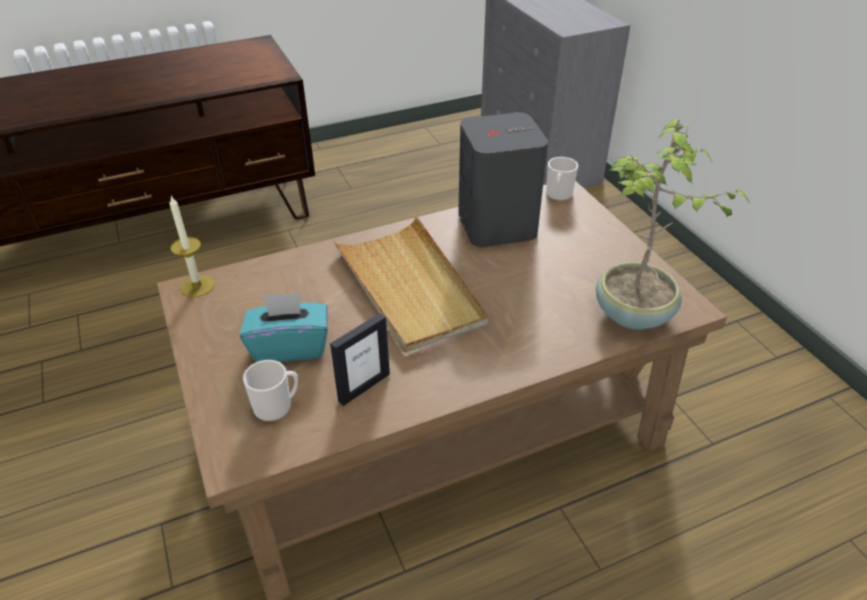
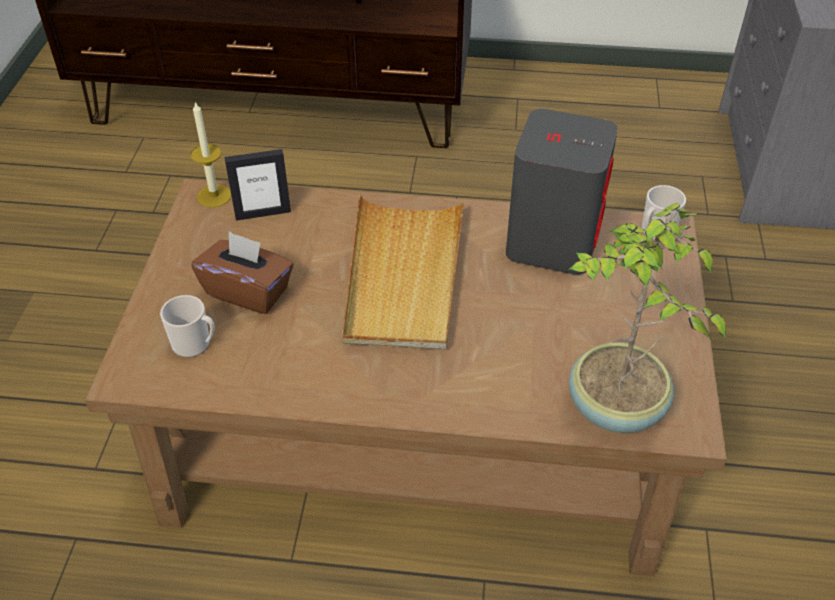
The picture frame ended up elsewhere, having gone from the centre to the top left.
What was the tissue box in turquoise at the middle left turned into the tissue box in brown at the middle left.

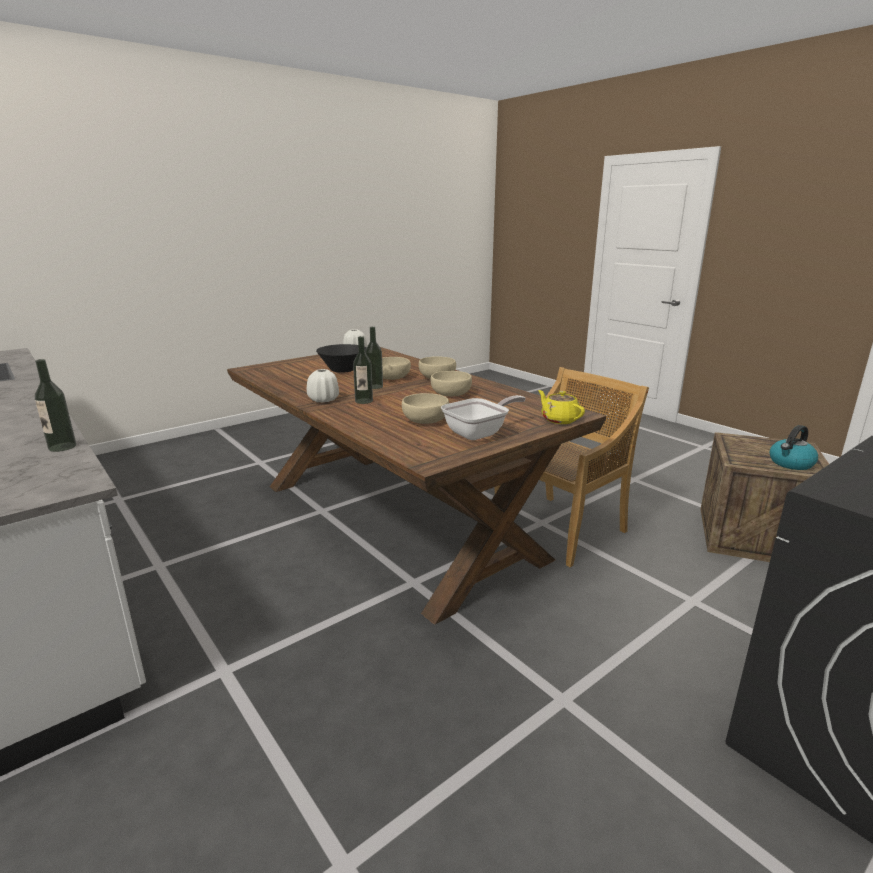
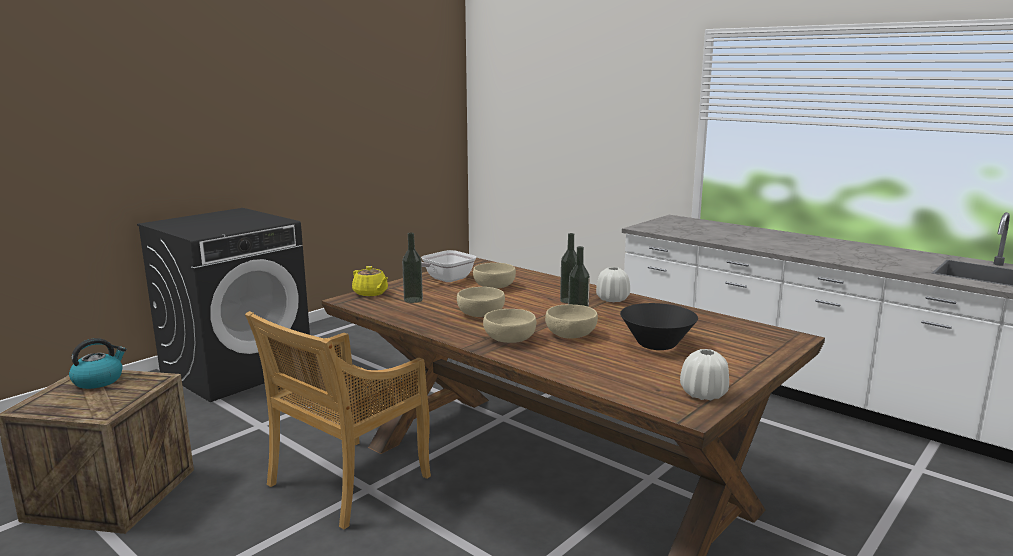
The bottle (no. 1 from left) ended up elsewhere, having gone from the middle left to the centre.

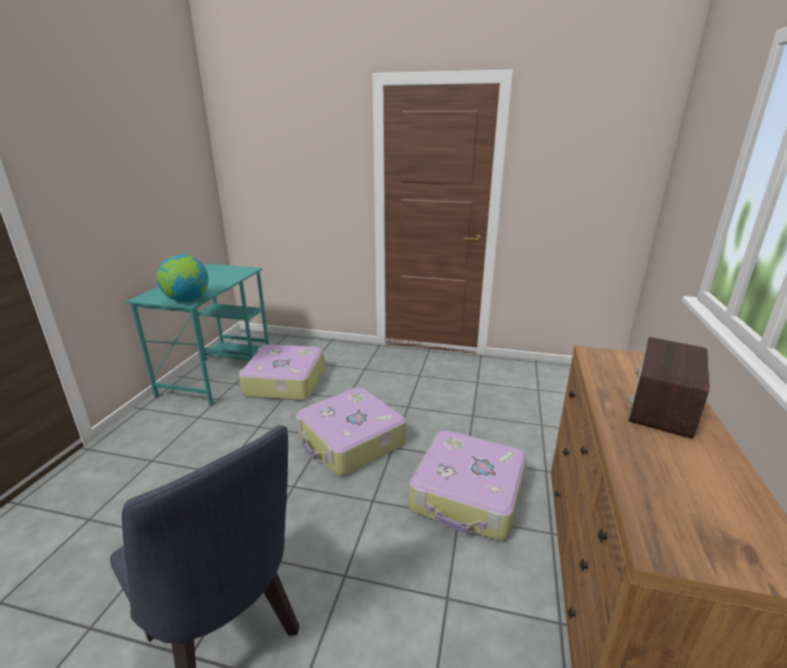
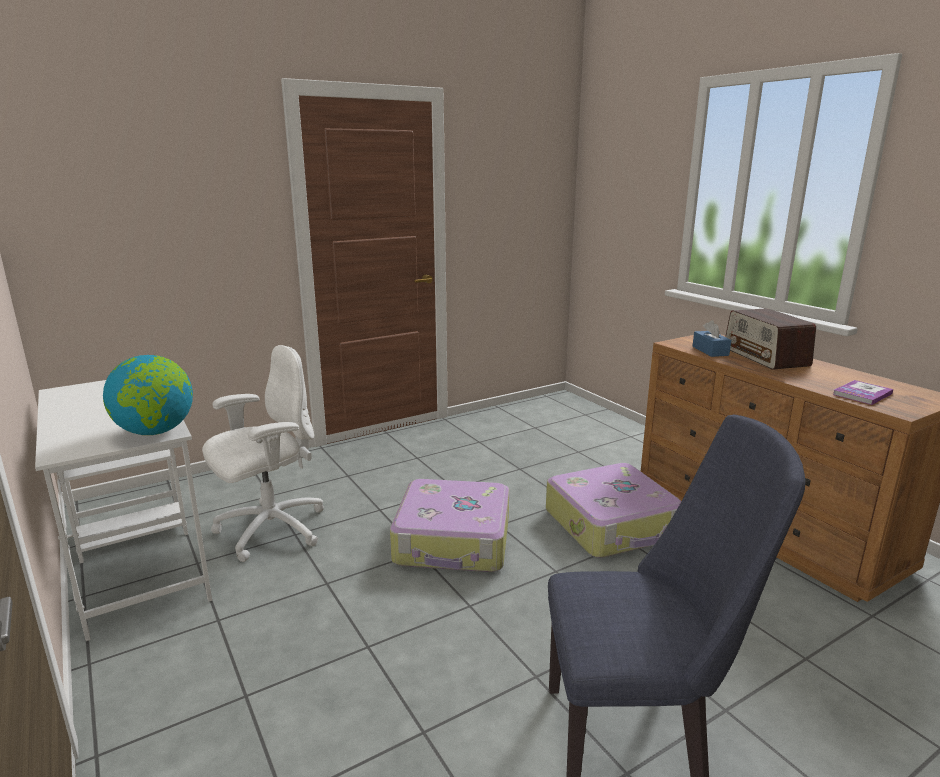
The second view gained the tissue box in blue at the middle right.
The second view gained the book at the middle right.
Where the suitcase (no. 1 from left) stood at the centre, the office chair in white came to stand at the middle left.
What was the desk in turquoise at the middle left turned into the desk in white at the middle left.

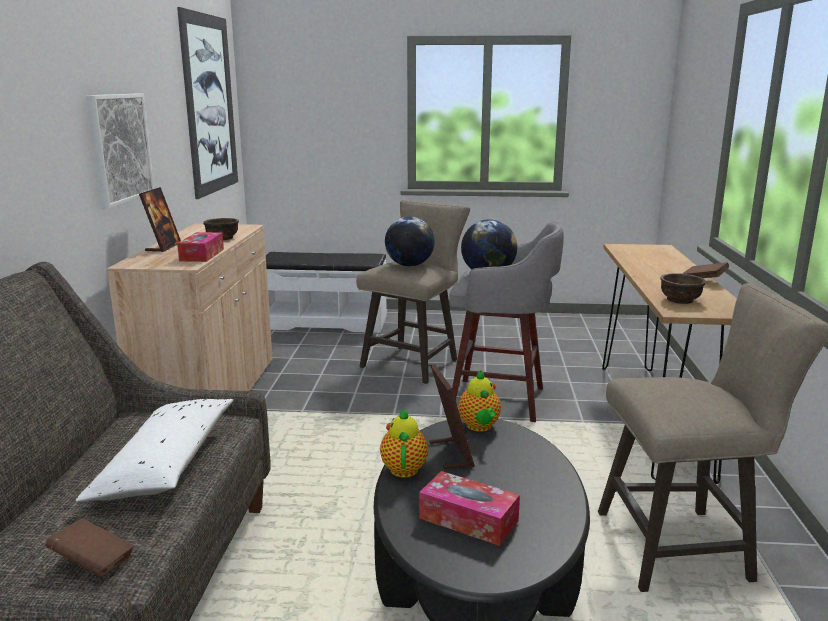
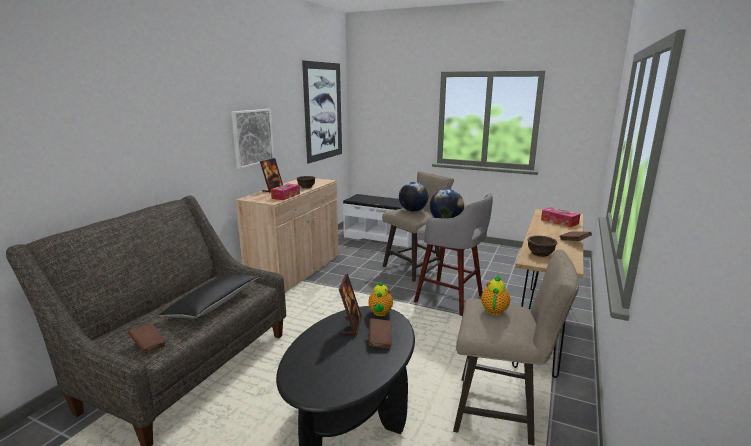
The second view gained the book in brown (no. 2 from left) at the bottom centre.
The teapot (no. 1 from left in the first image) ended up elsewhere, having gone from the bottom centre to the centre.
The tissue box (no. 2 from left) ended up elsewhere, having gone from the bottom centre to the middle right.
What was the pillow in white at the bottom left turned into the pillow in black at the middle left.

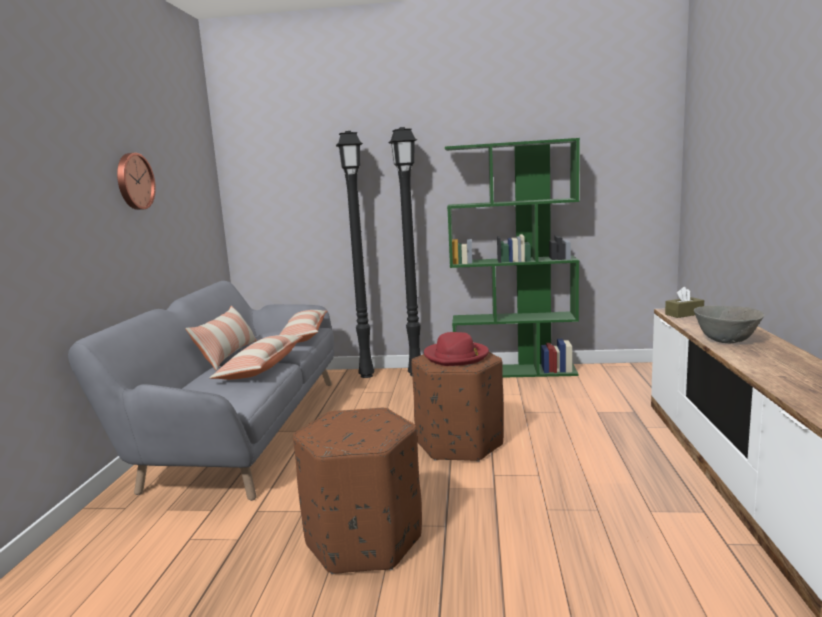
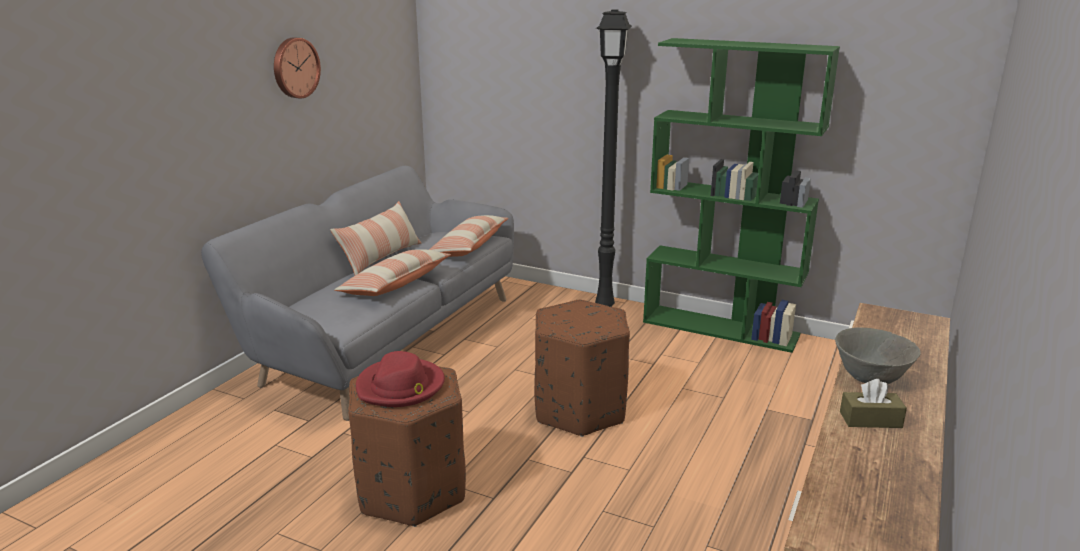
The second view lost the floor lamp in black (no. 1 from left) at the centre.
The hat in red ended up elsewhere, having gone from the centre to the bottom centre.
The tissue box in brown ended up elsewhere, having gone from the middle right to the bottom right.

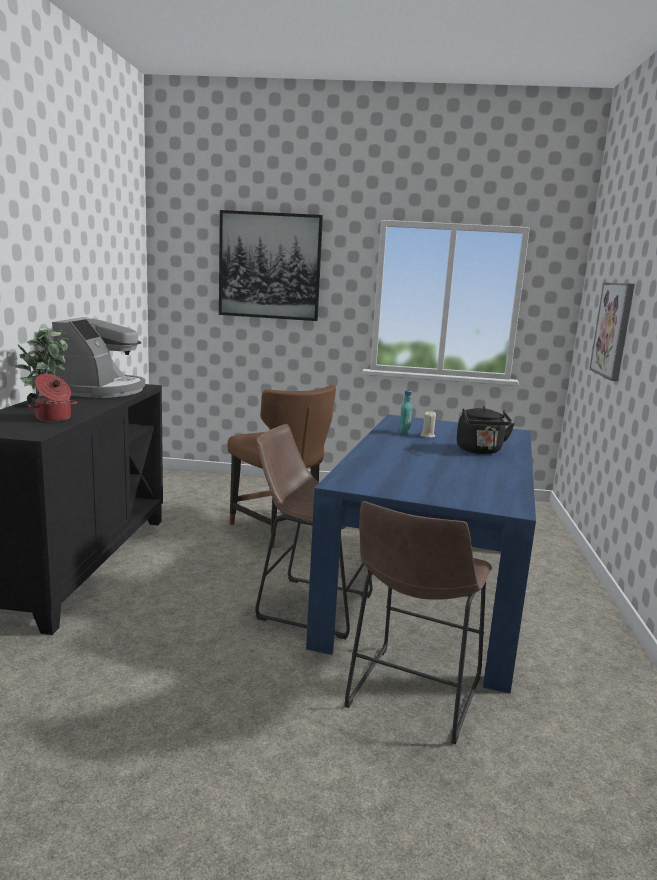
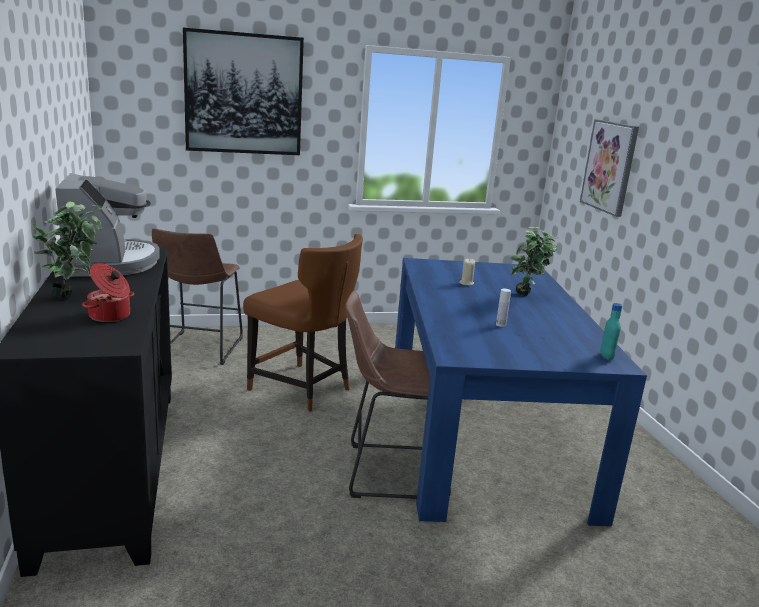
The second view gained the bottle in white at the centre.
The stool in brown (no. 2 from left in the first image) ended up elsewhere, having gone from the bottom centre to the middle left.
The bottle in turquoise ended up elsewhere, having gone from the centre to the middle right.
Where the kettle in black stood at the middle right, the potted plant (no. 2 from left) came to stand at the middle right.

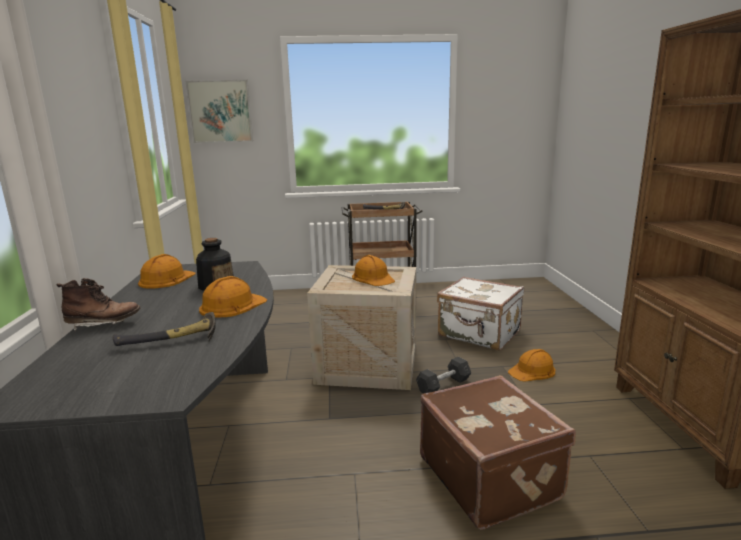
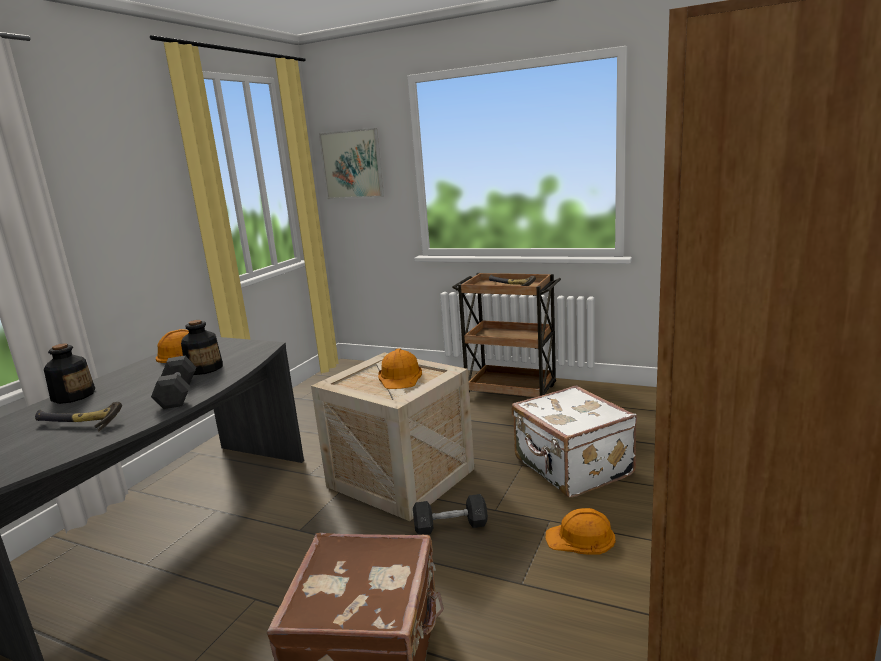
Where the boot in brown stood at the middle left, the bottle (no. 1 from left) came to stand at the middle left.
Where the hard hat in orange (no. 2 from left) stood at the middle left, the dumbbell in grey (no. 1 from left) came to stand at the middle left.

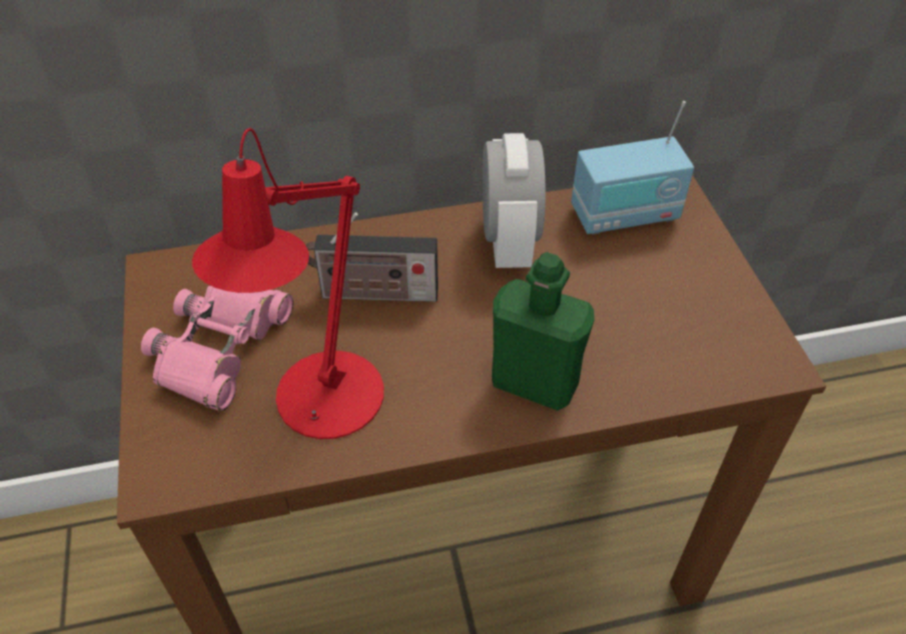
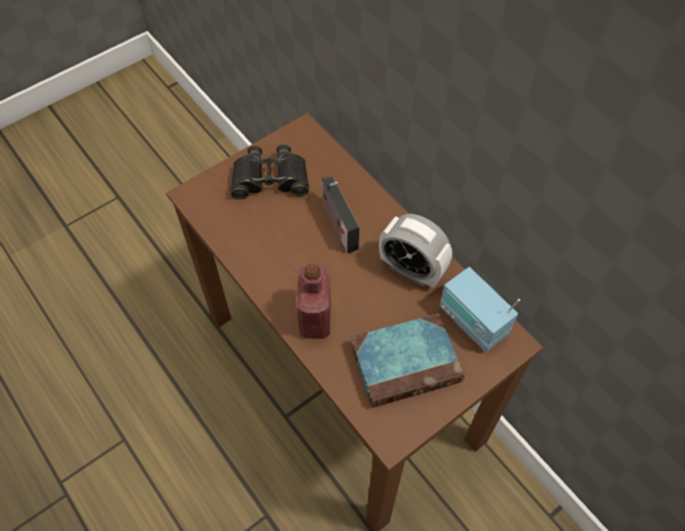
The second view lost the table lamp in red at the middle left.
The second view gained the book at the bottom centre.
What was the binoculars in pink at the middle left turned into the binoculars in black at the top centre.
What was the bottle in green at the centre turned into the bottle in red at the centre.
The alarm clock at the top centre ended up facing another way, 60 degrees clockwise from before.

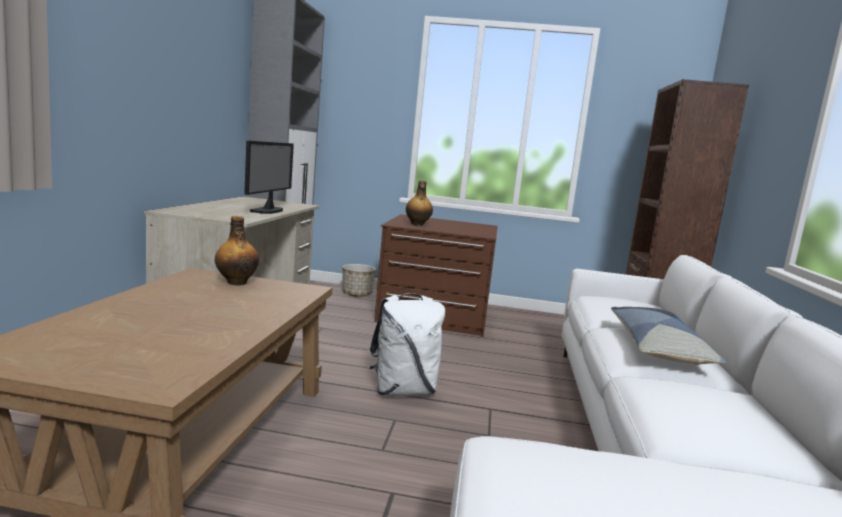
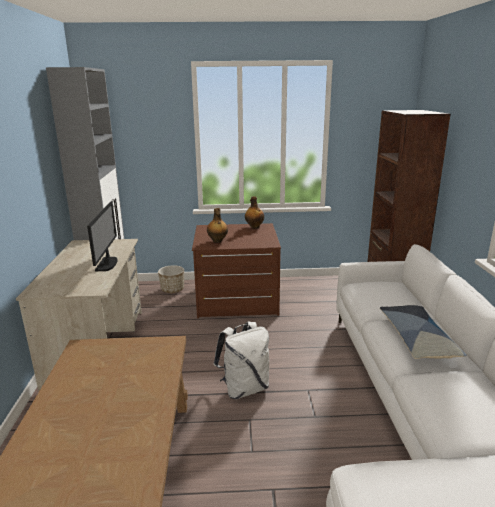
The bottle (no. 1 from left in the first image) ended up elsewhere, having gone from the middle left to the centre.

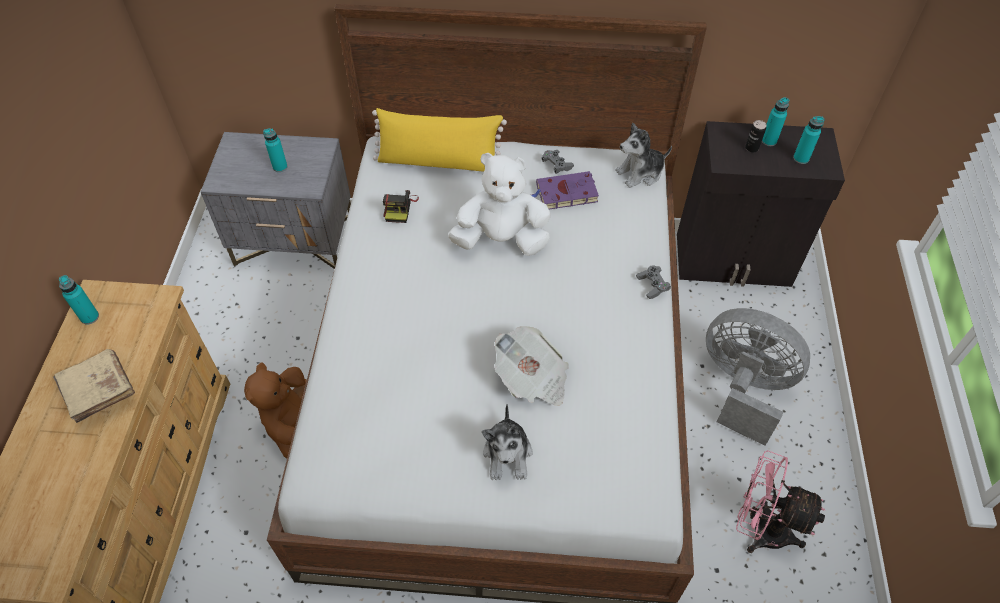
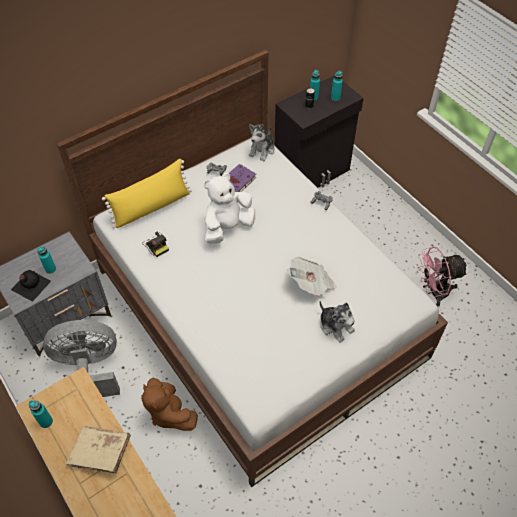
The second view gained the bottle in black at the middle left.
The fan in grey ended up elsewhere, having gone from the middle right to the bottom left.

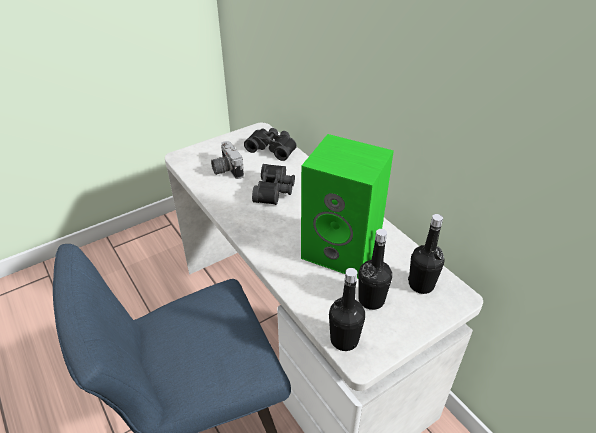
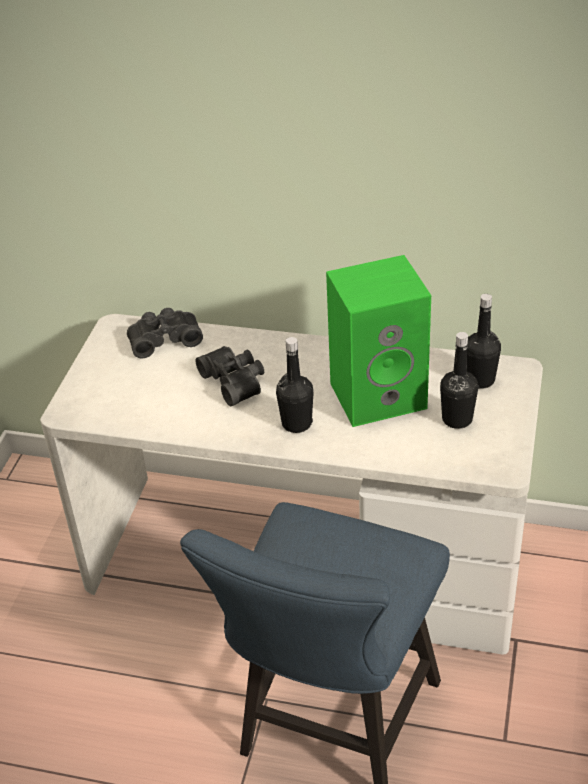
The second view lost the photo camera at the centre.
The bottle in black (no. 1 from left) ended up elsewhere, having gone from the bottom centre to the centre.

